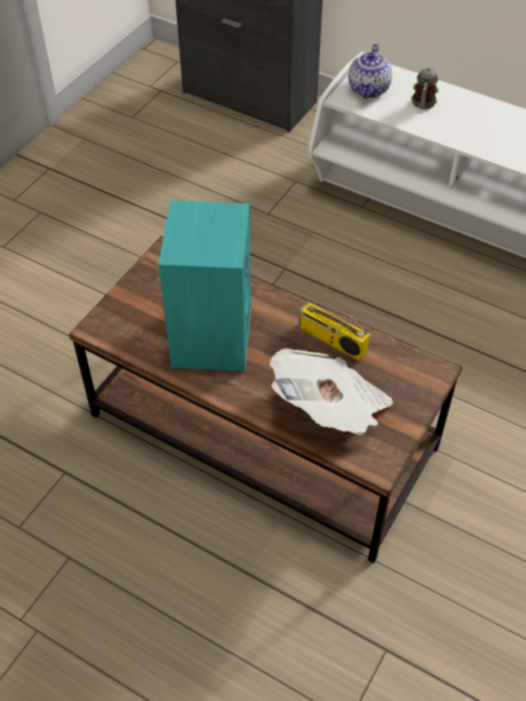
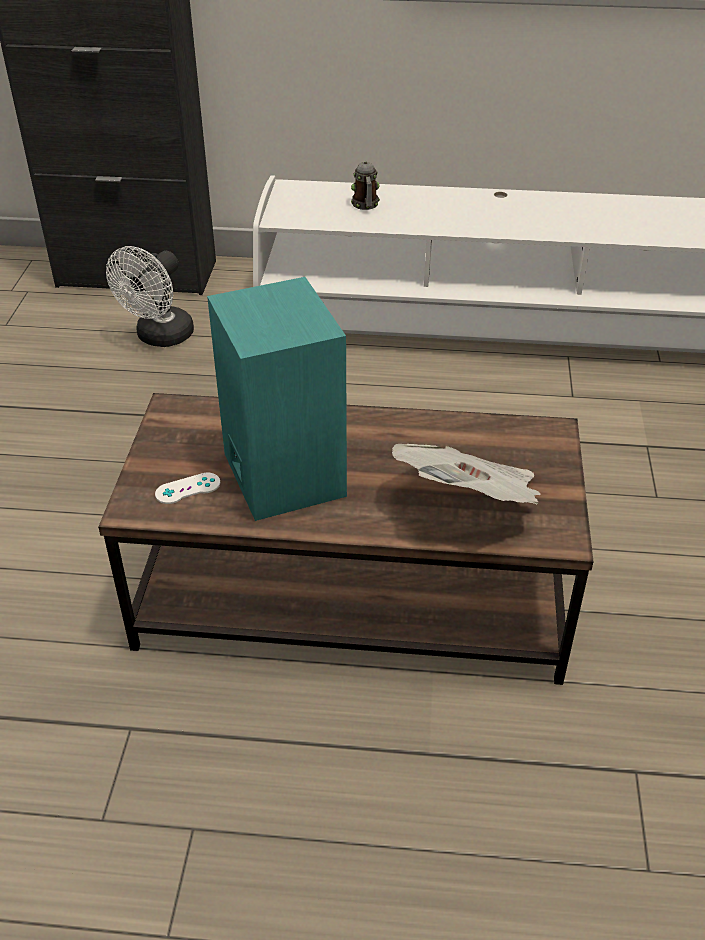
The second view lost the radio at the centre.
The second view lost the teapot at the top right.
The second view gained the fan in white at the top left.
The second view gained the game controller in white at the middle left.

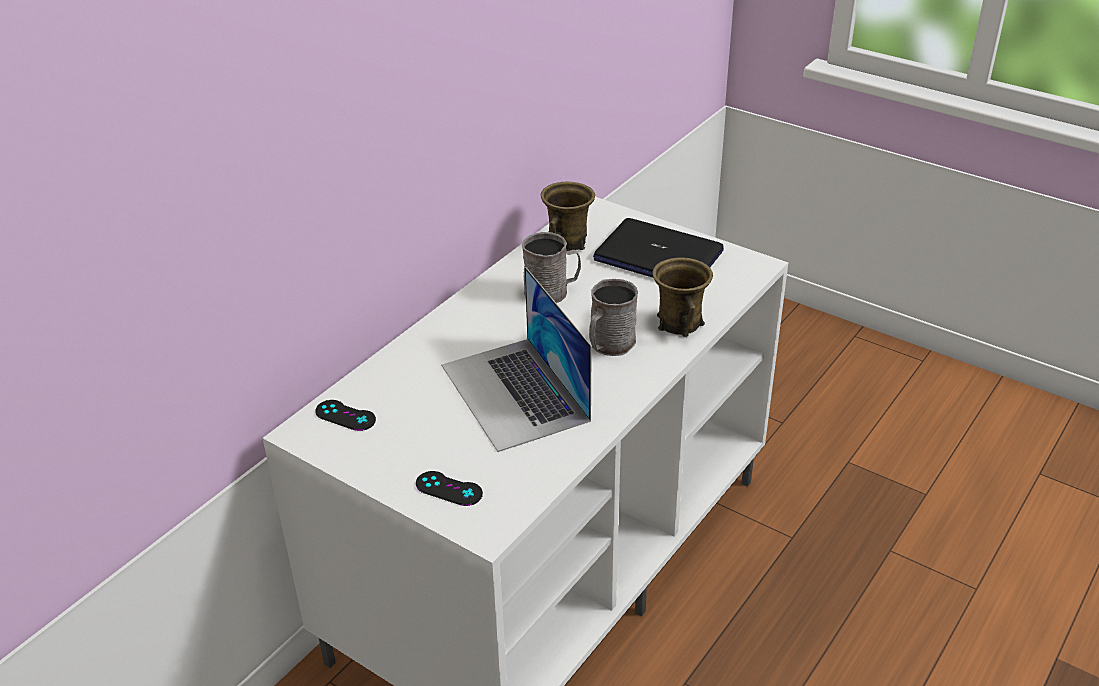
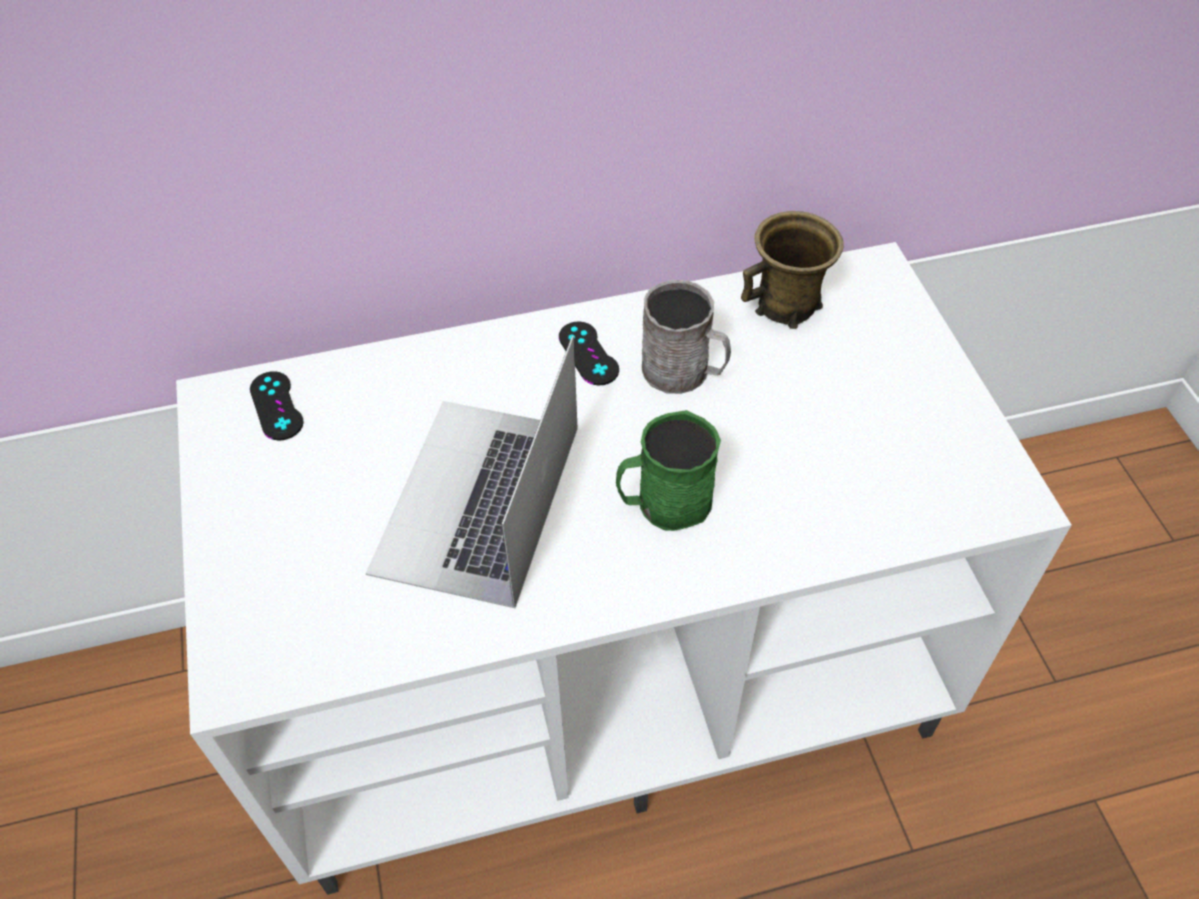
The second view lost the laptop (no. 2 from left) at the centre.
The second view lost the mug in brown (no. 2 from left) at the centre.
The game controller in black (no. 2 from left) ended up elsewhere, having gone from the bottom centre to the centre.
What was the mug in grey (no. 2 from left) at the centre turned into the mug in green at the centre.

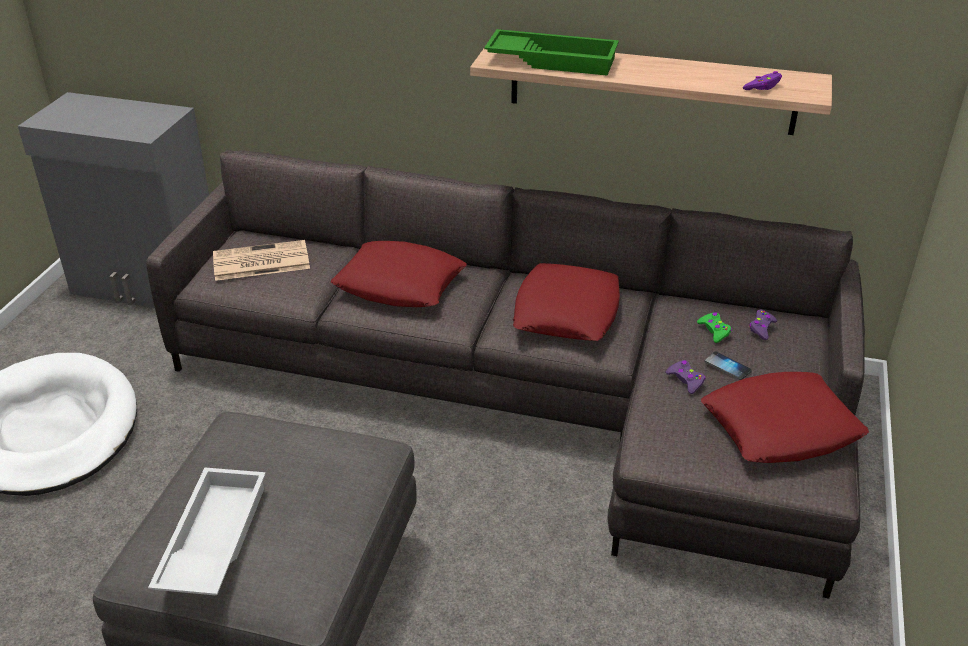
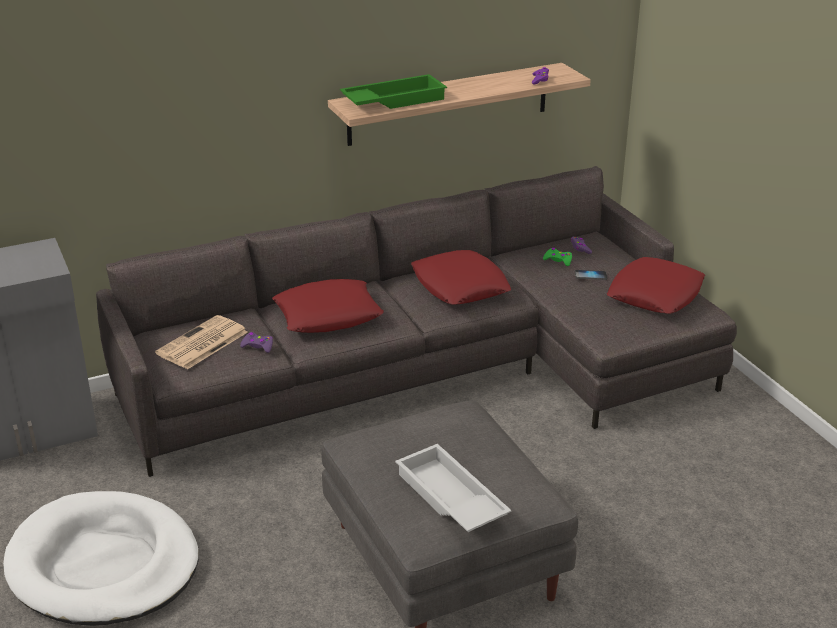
The game controller in purple (no. 1 from left) ended up elsewhere, having gone from the middle right to the middle left.

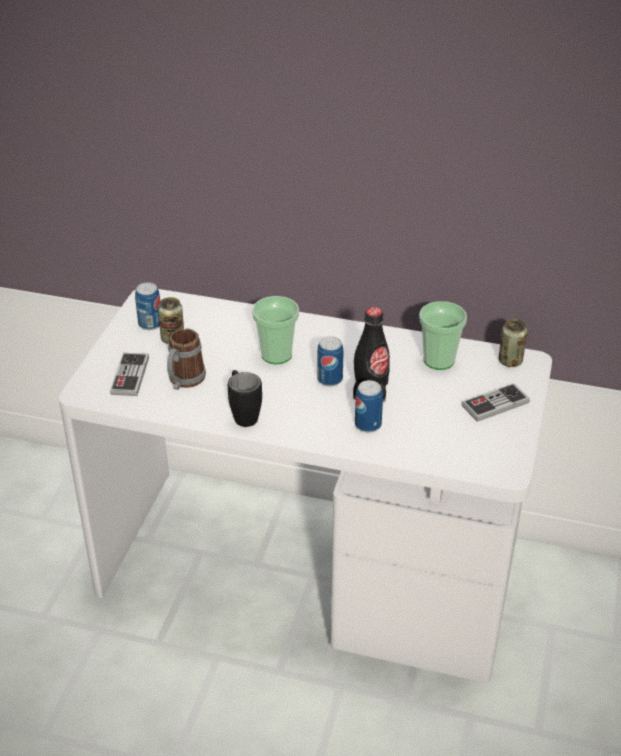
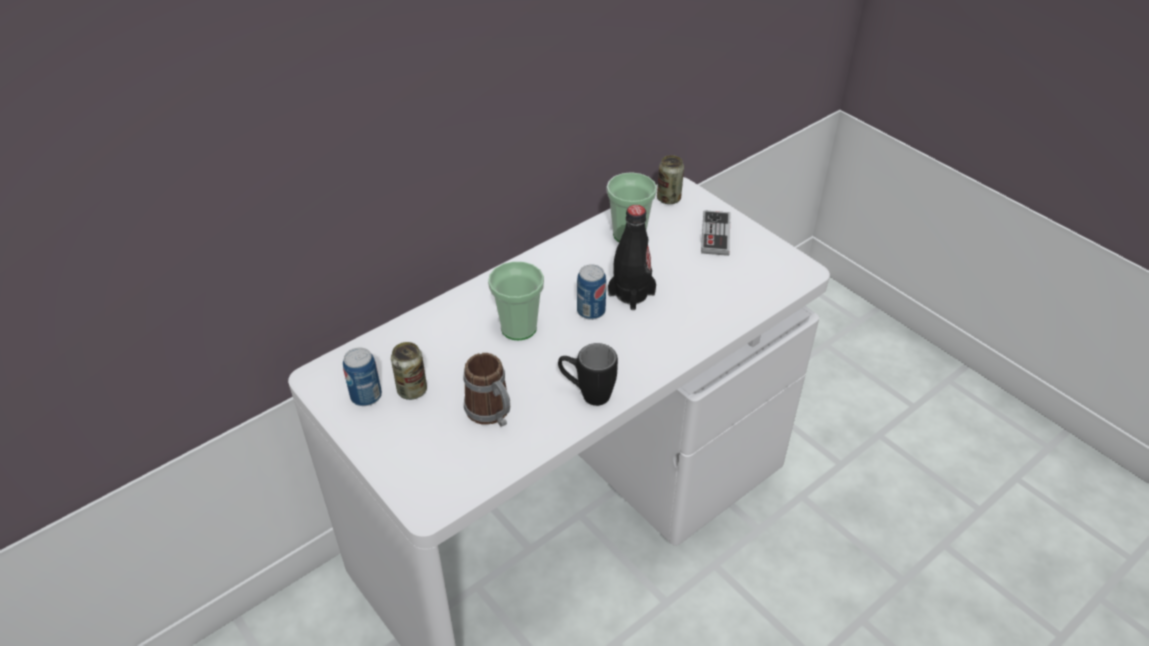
The second view lost the game controller (no. 1 from left) at the middle left.
The second view lost the can (no. 4 from left) at the centre.

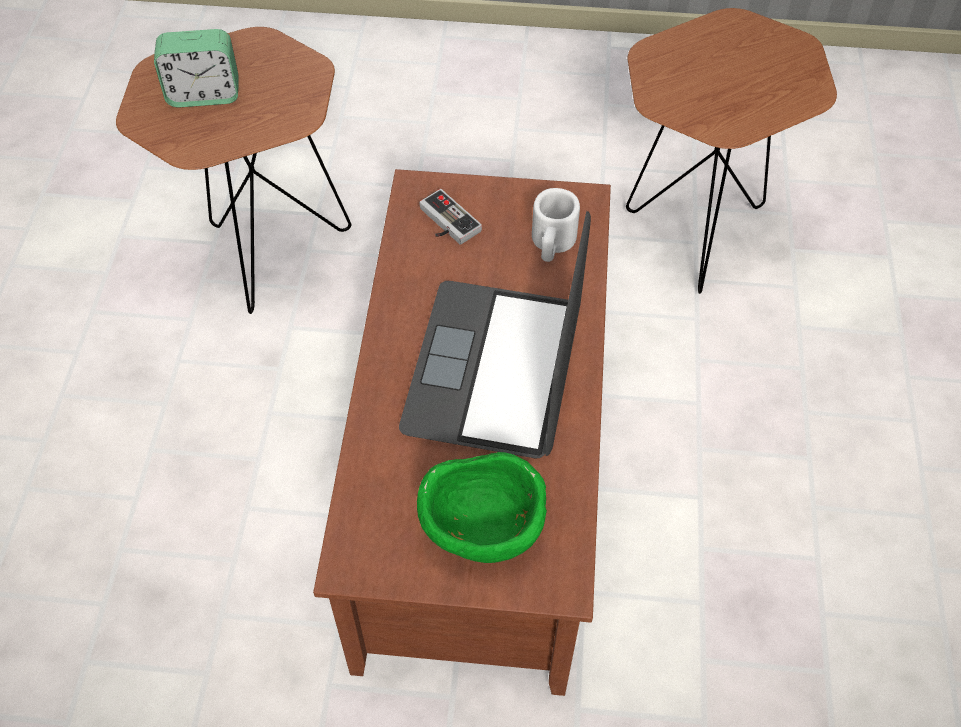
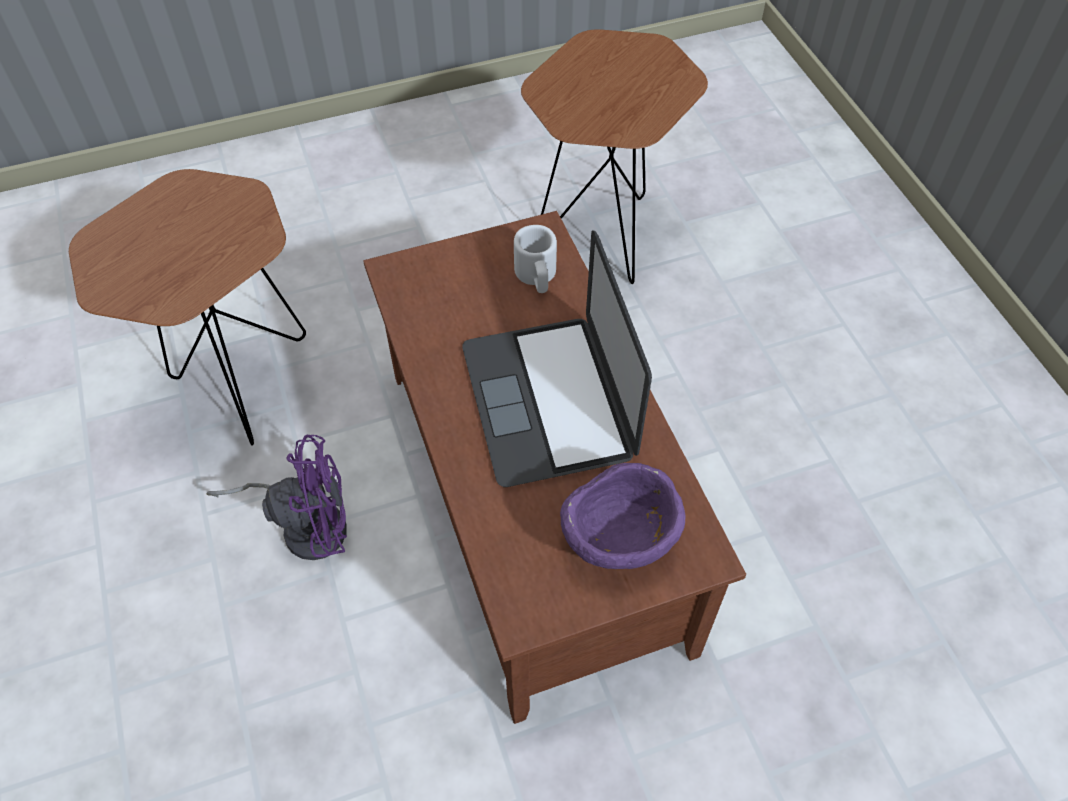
The second view lost the alarm clock at the top left.
The second view lost the game controller at the top centre.
The second view gained the fan in purple at the middle left.
What was the bowl in green at the bottom centre turned into the bowl in purple at the centre.

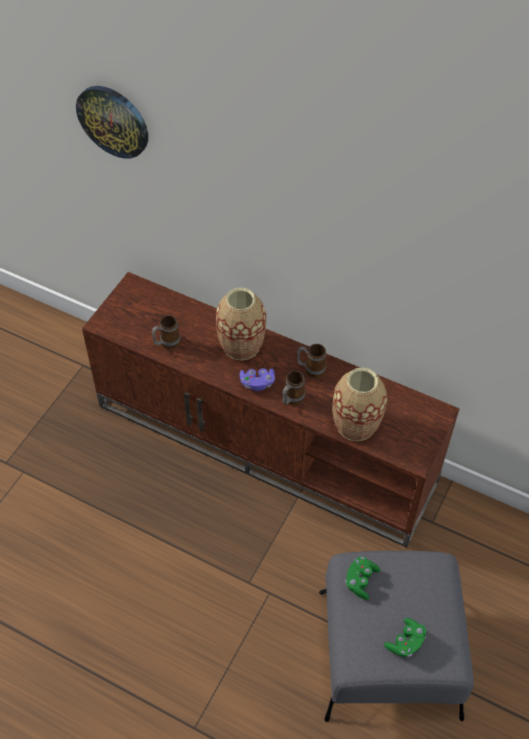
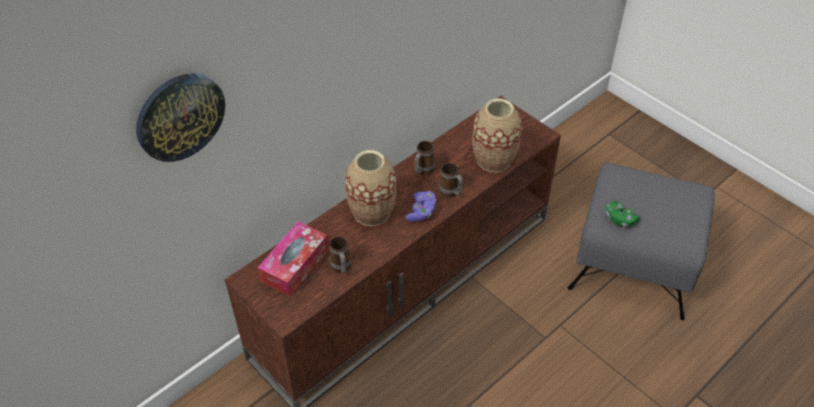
The second view lost the game controller in green (no. 2 from left) at the bottom right.
The second view gained the tissue box at the centre.

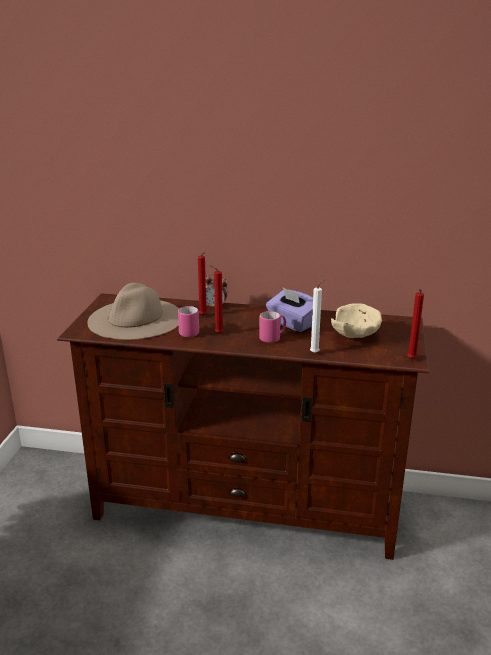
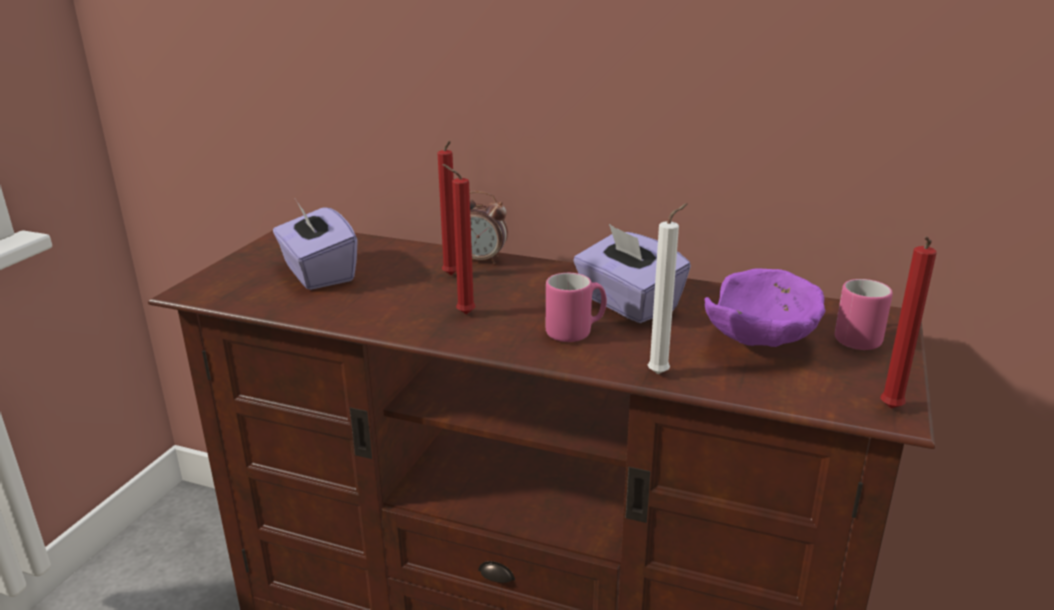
The mug in pink (no. 1 from left in the first image) ended up elsewhere, having gone from the centre to the middle right.
Where the hat in beige stood at the middle left, the tissue box in purple (no. 1 from left) came to stand at the middle left.
What was the bowl in beige at the middle right turned into the bowl in purple at the middle right.

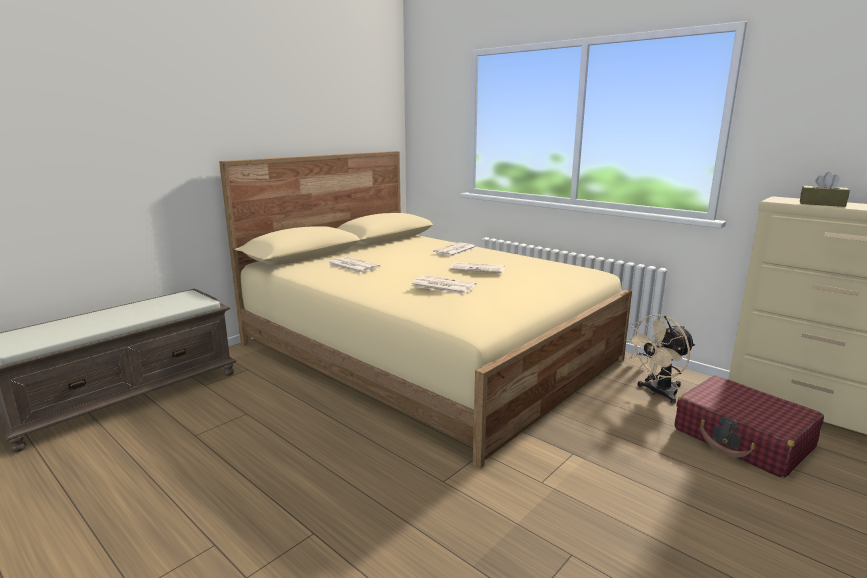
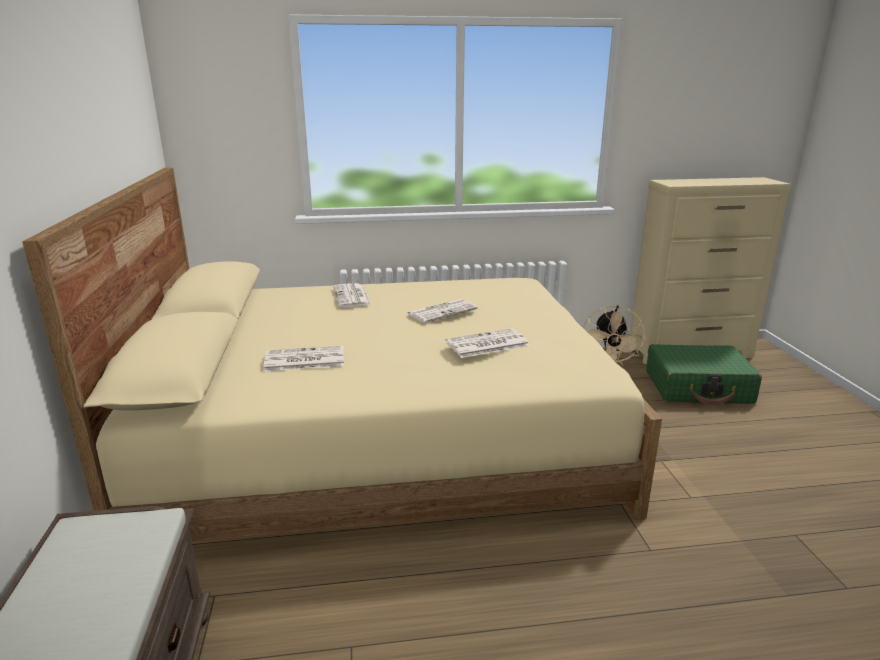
The second view lost the tissue box in brown at the top right.
What was the suitcase in red at the bottom right turned into the suitcase in green at the middle right.

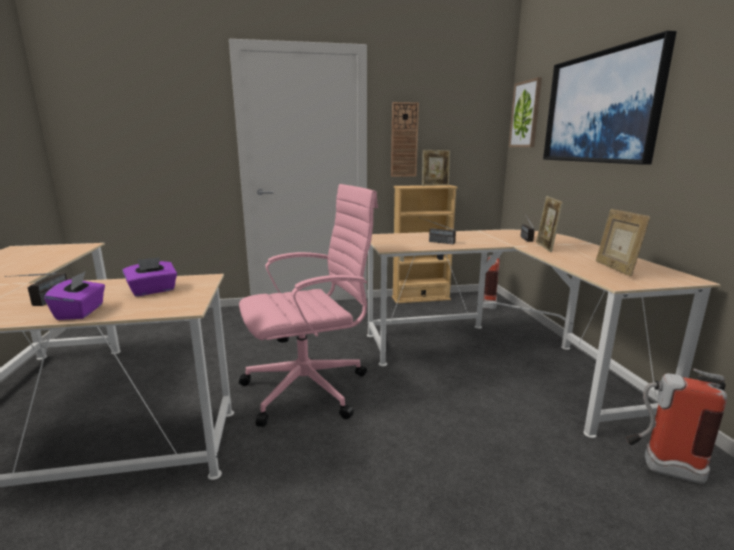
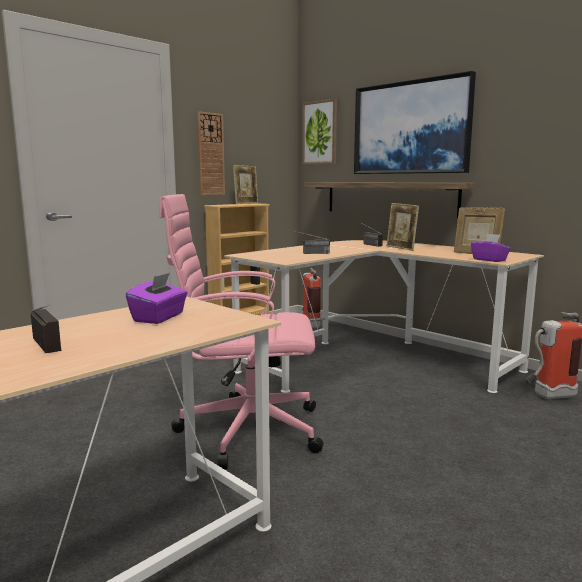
The second view gained the shelf at the middle right.
The tissue box in purple (no. 1 from left in the first image) ended up elsewhere, having gone from the middle left to the middle right.
The office chair in pink at the centre ended up facing another way, 120 degrees counterclockwise from before.

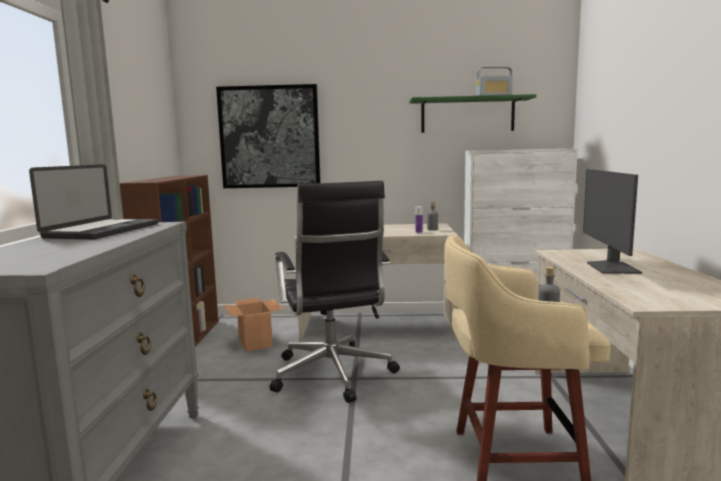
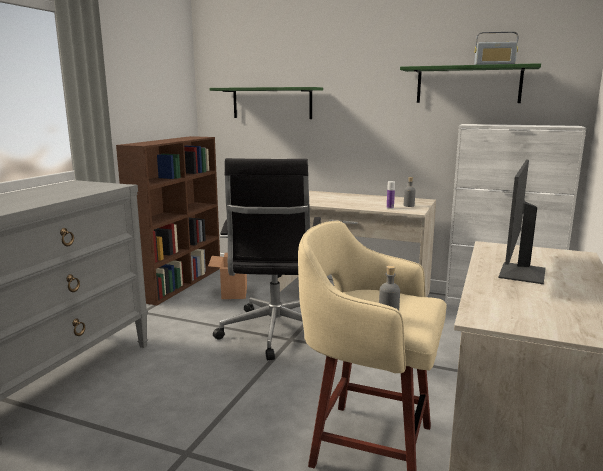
The second view lost the laptop at the middle left.
Where the picture hung at the top centre, the shelf in green (no. 1 from left) came to hang at the top centre.

